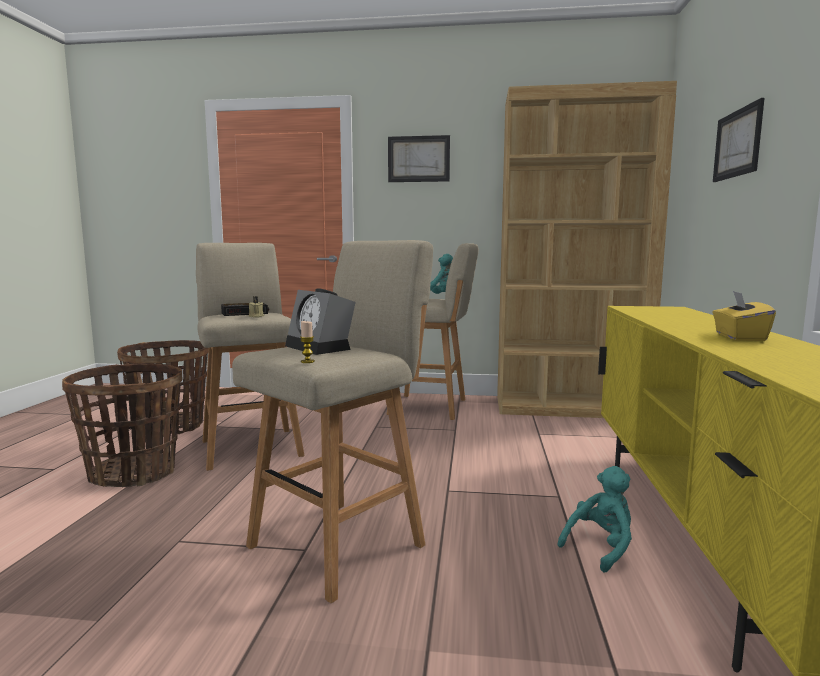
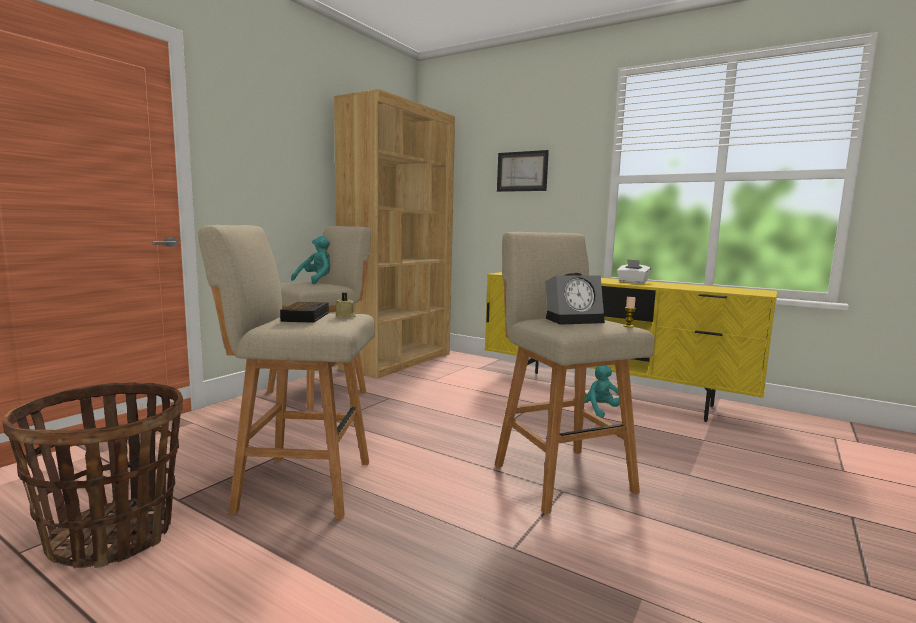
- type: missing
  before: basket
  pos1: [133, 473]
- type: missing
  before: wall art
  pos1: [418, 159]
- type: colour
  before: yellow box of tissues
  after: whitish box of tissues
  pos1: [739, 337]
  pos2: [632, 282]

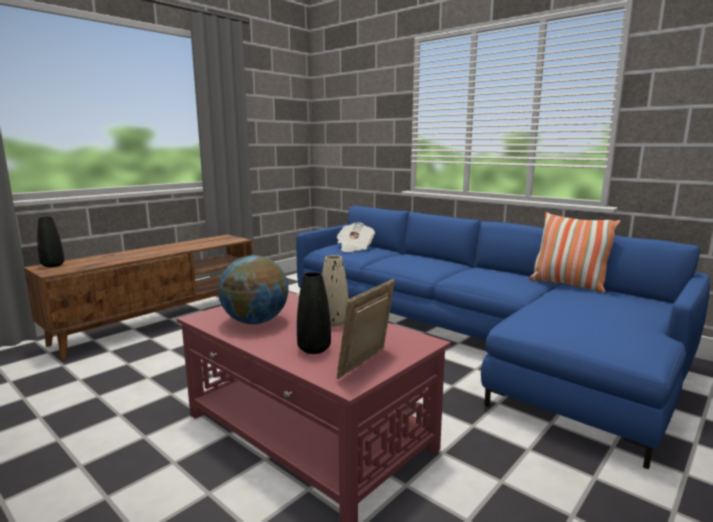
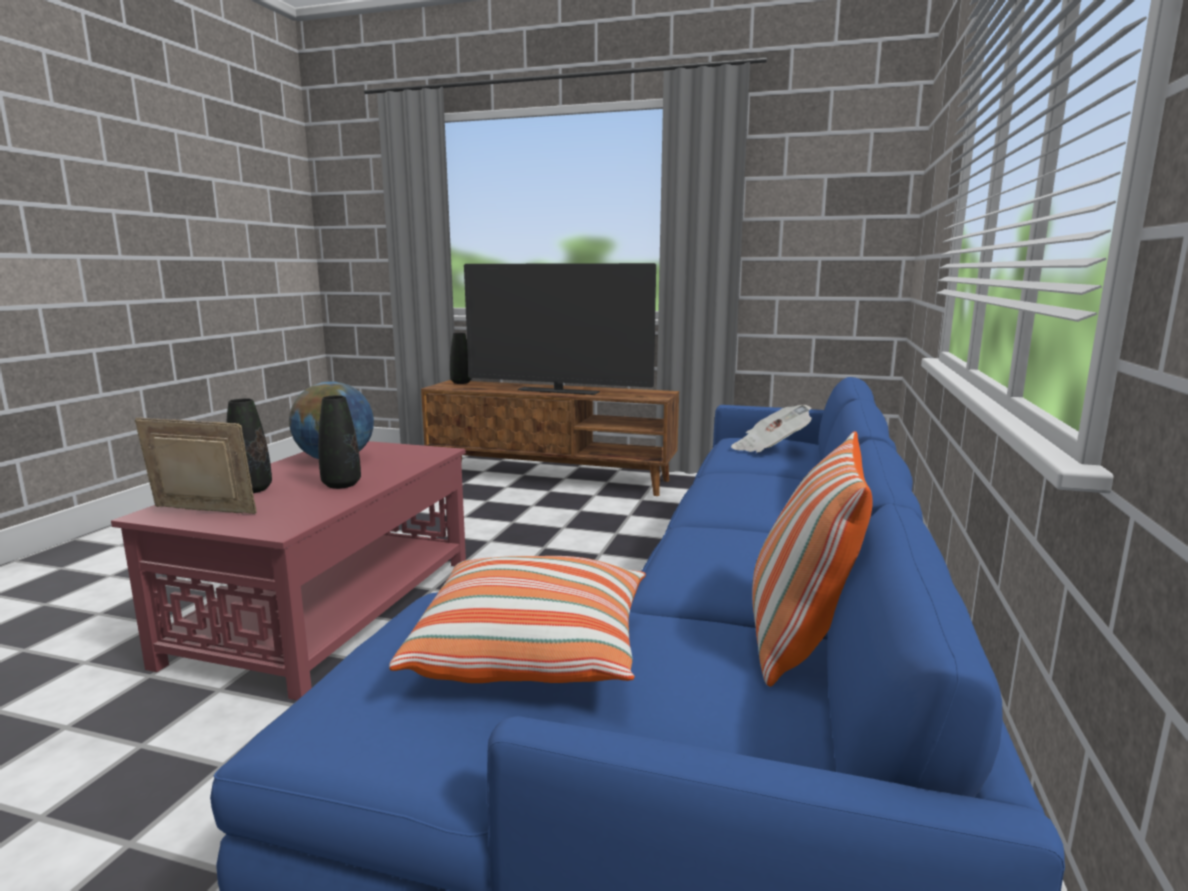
- type: appeared
  after: pillow
  pos2: [533, 652]
- type: appeared
  after: TV set
  pos2: [558, 391]
- type: colour
  before: beige-coloured decorative vase
  after: black decorative vase
  pos1: [334, 323]
  pos2: [341, 485]

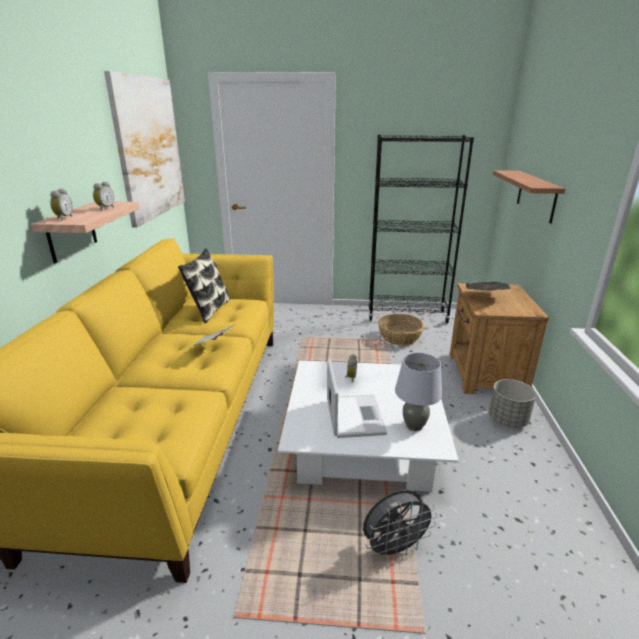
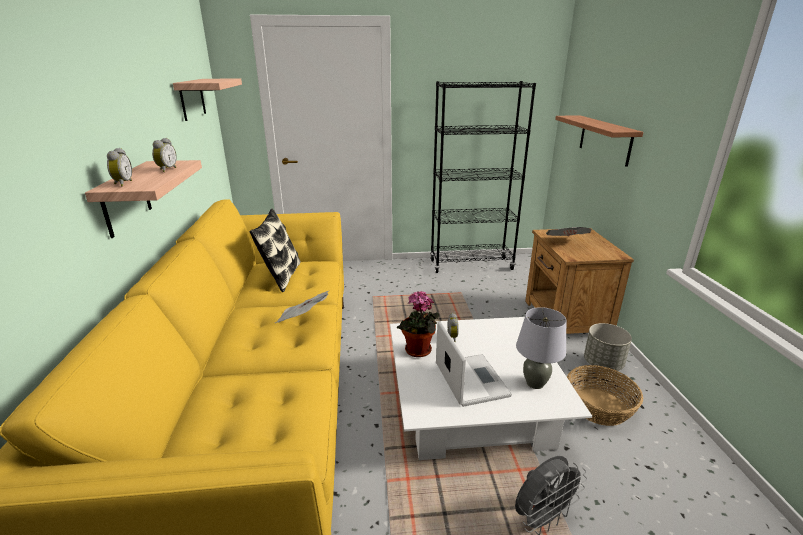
- type: appeared
  after: potted plant
  pos2: [418, 352]
- type: relocated
  before: basket
  pos1: [400, 337]
  pos2: [599, 406]
- type: exchanged
  before: wall art
  after: shelf
  pos1: [149, 148]
  pos2: [192, 99]

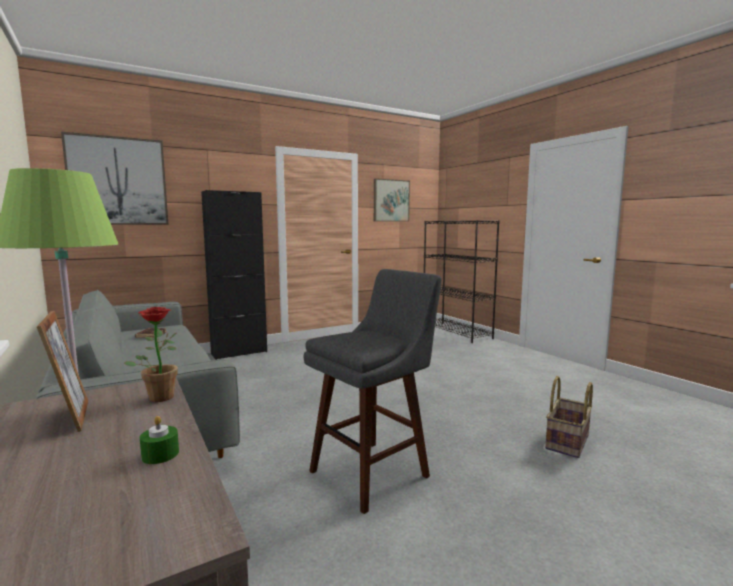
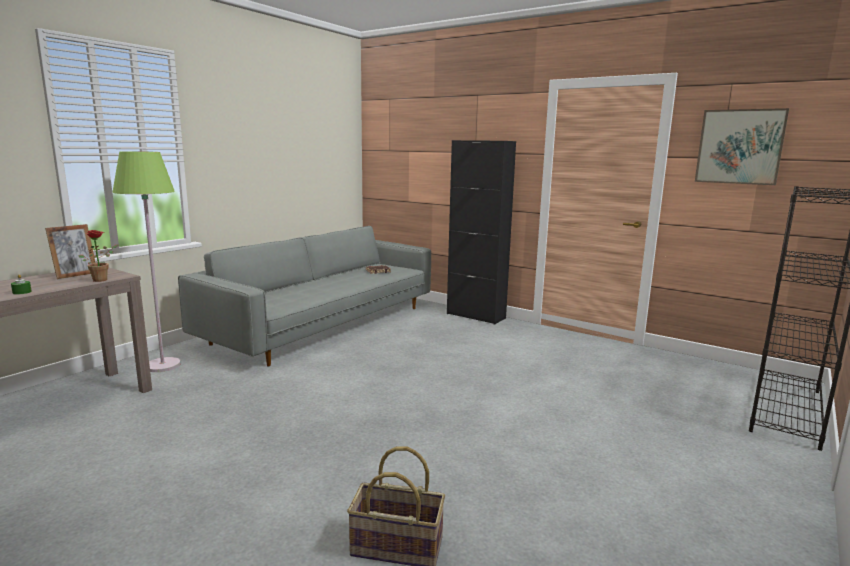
- type: missing
  before: wall art
  pos1: [118, 181]
- type: missing
  before: gray sitting stool
  pos1: [373, 471]

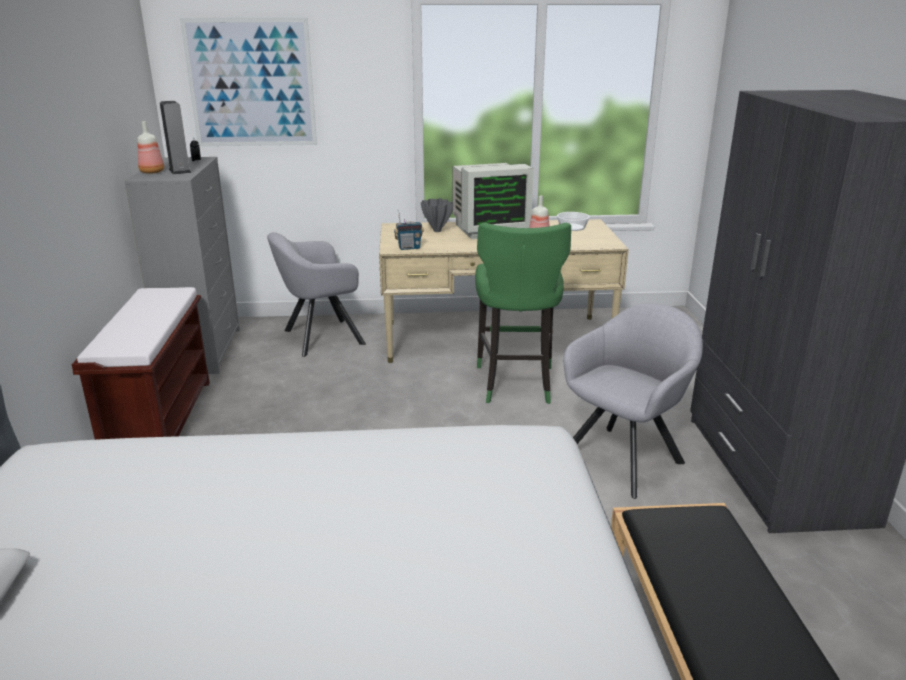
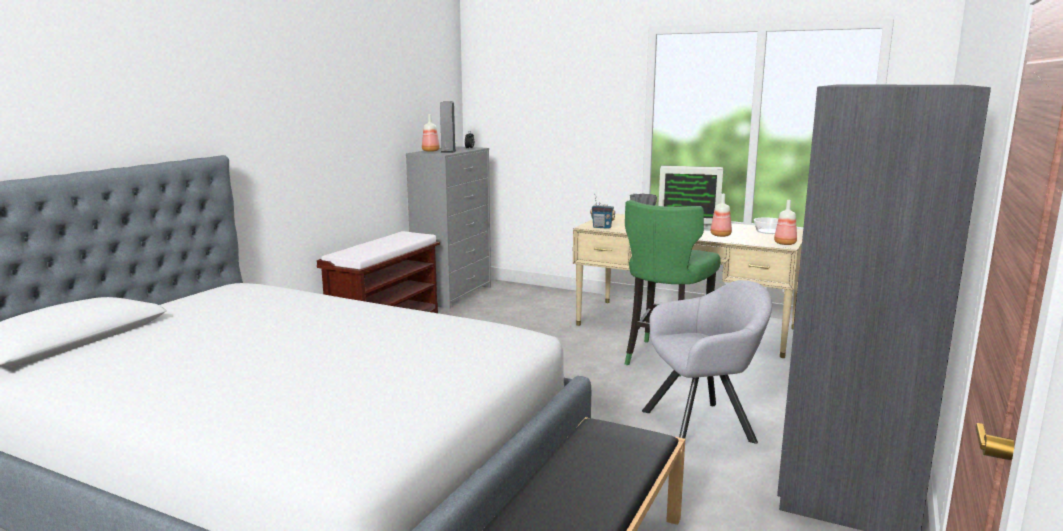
- type: missing
  before: wall art
  pos1: [251, 83]
- type: missing
  before: gray easy chair
  pos1: [318, 338]
- type: appeared
  after: bottle
  pos2: [785, 243]

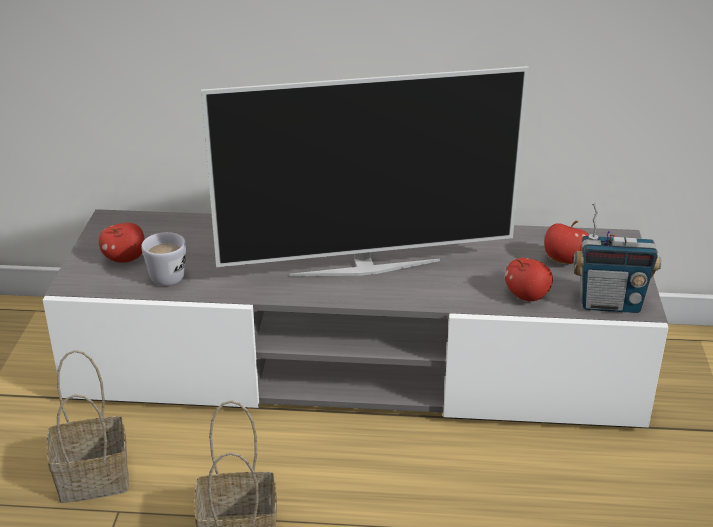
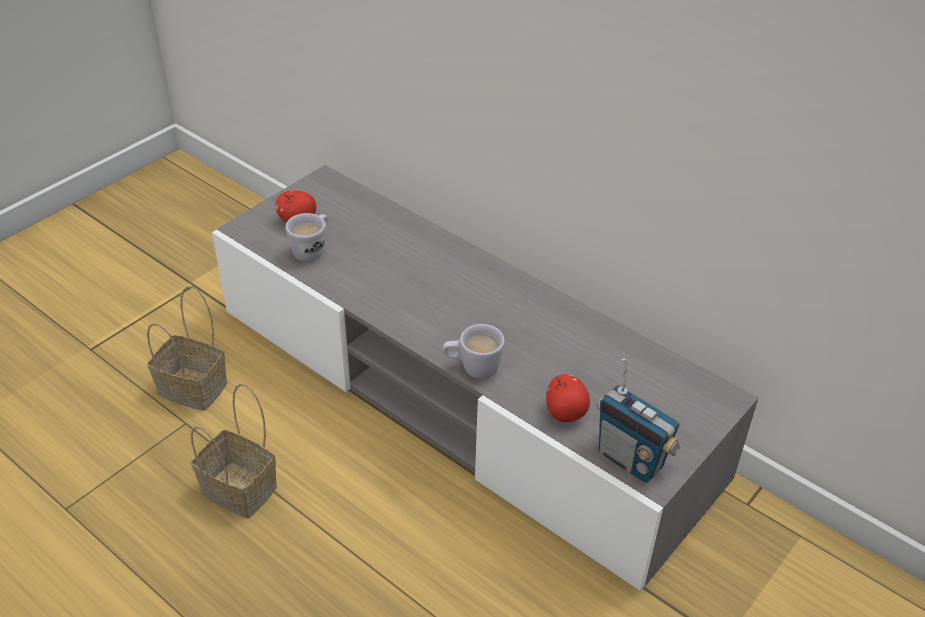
- type: missing
  before: TV set
  pos1: [364, 267]
- type: missing
  before: whole apple
  pos1: [564, 260]
- type: appeared
  after: whitish coffee mug
  pos2: [472, 368]

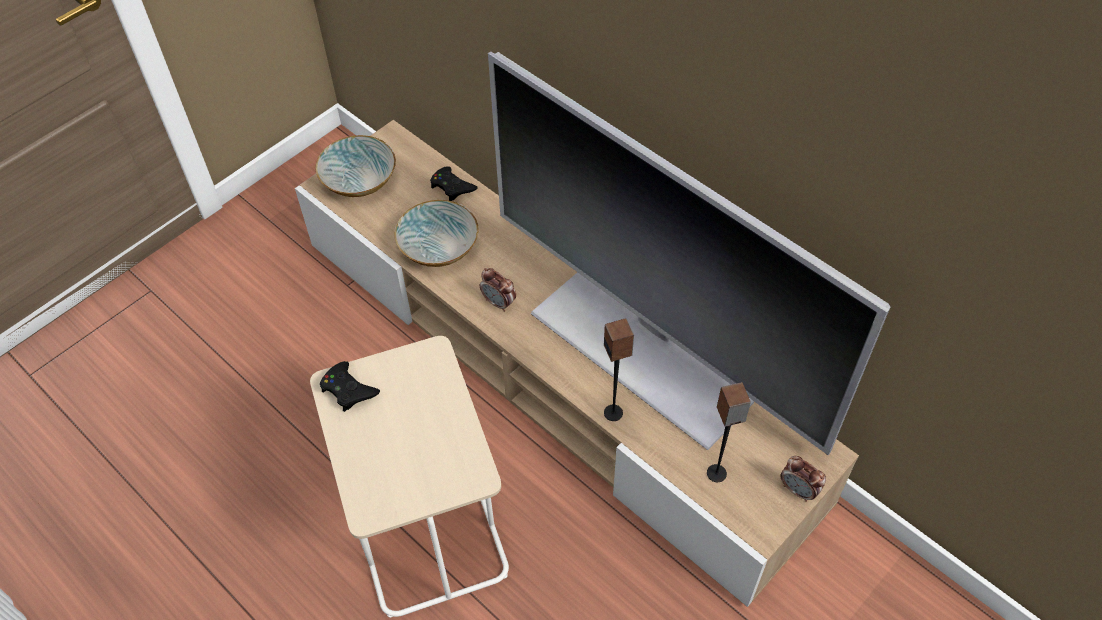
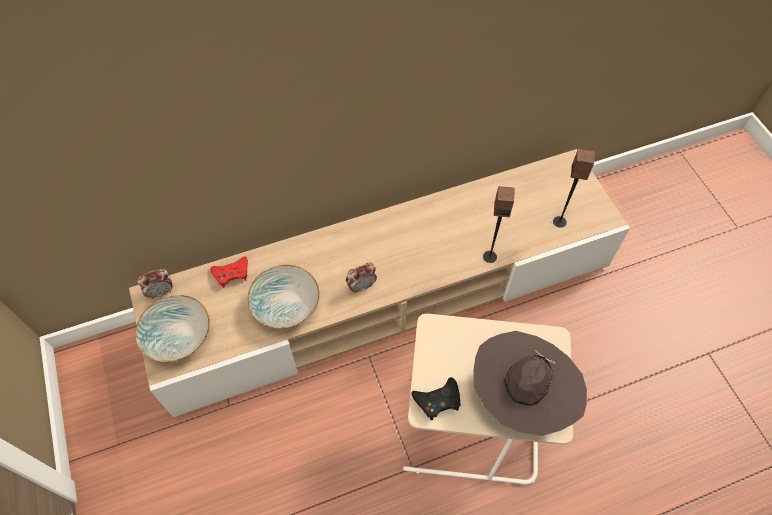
- type: missing
  before: TV set
  pos1: [642, 353]
- type: appeared
  after: brownish hat
  pos2: [521, 396]
- type: relocated
  before: alarm clock
  pos1: [798, 490]
  pos2: [161, 292]
- type: colour
  before: black gamepad
  after: red gamepad
  pos1: [452, 187]
  pos2: [231, 273]

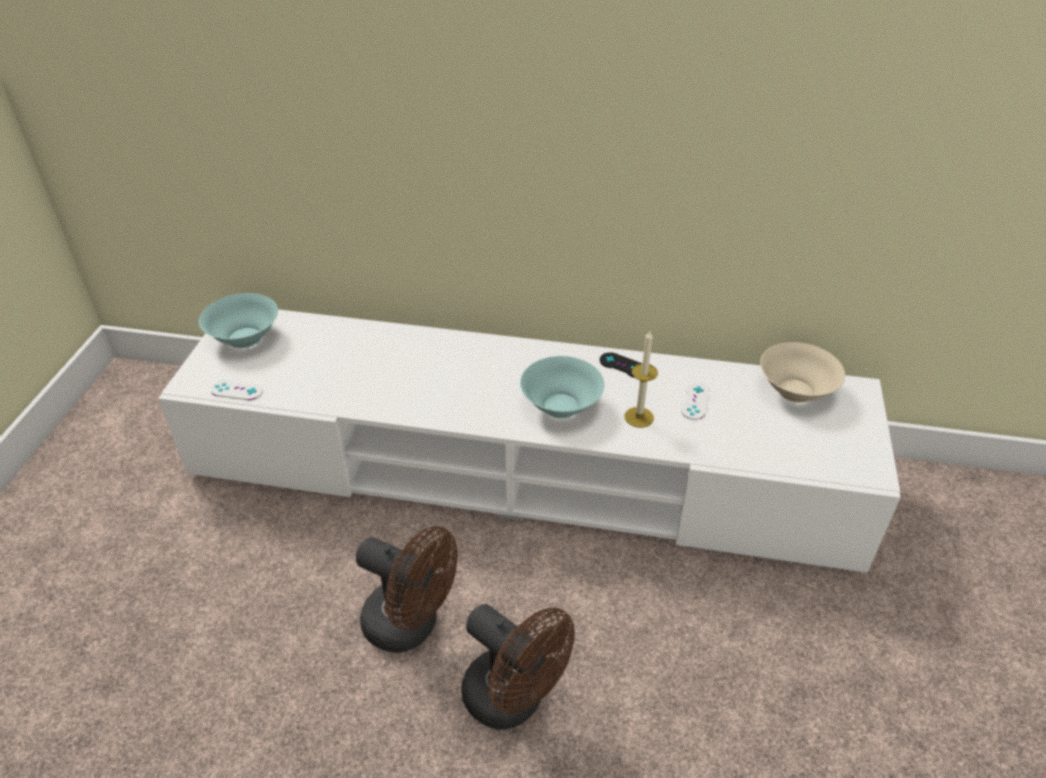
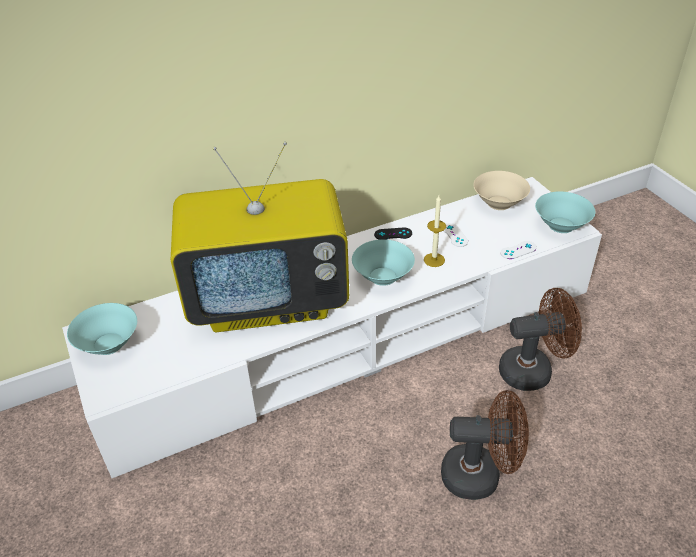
- type: appeared
  after: TV set
  pos2: [269, 300]
- type: appeared
  after: turquoise-coloured serving bowl
  pos2: [560, 225]
- type: relocated
  before: whitish gamepad
  pos1: [237, 390]
  pos2: [518, 250]
- type: relocated
  before: brownish cooling fan
  pos1: [411, 625]
  pos2: [533, 370]

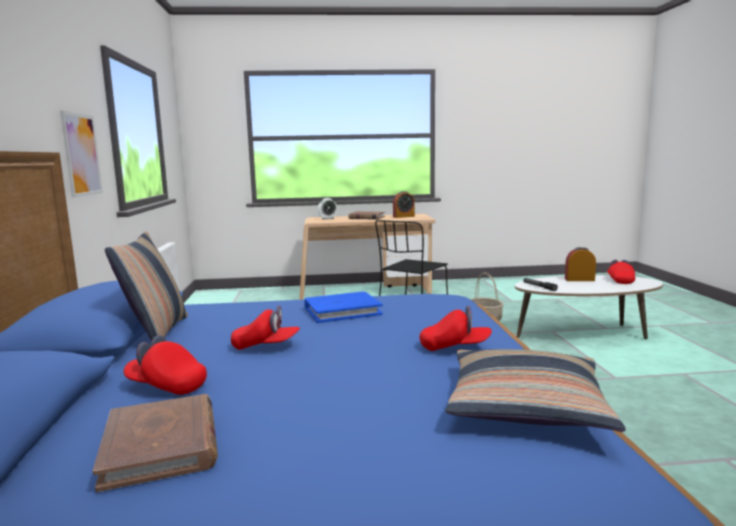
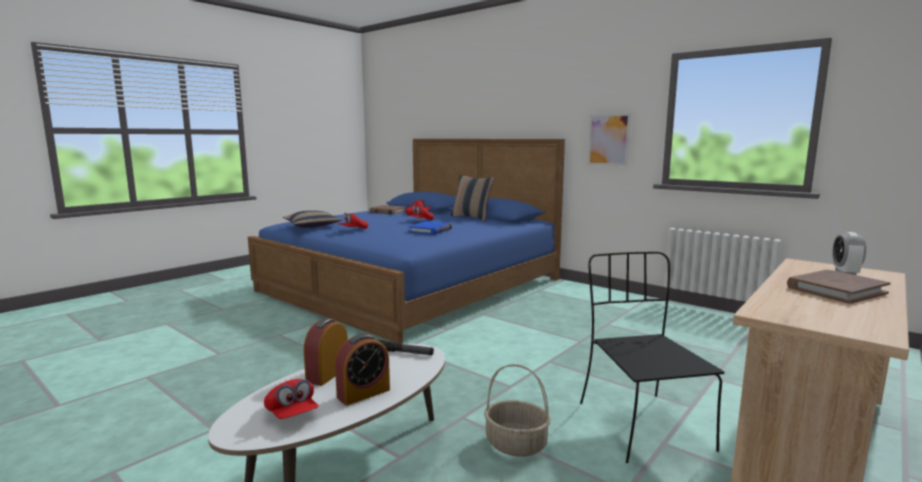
- type: relocated
  before: alarm clock
  pos1: [403, 216]
  pos2: [328, 374]

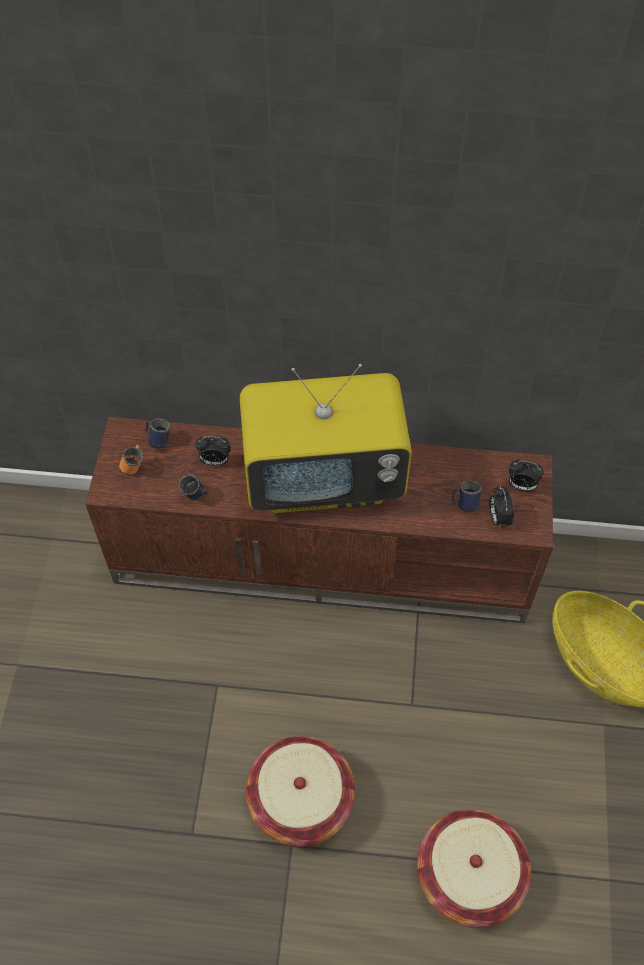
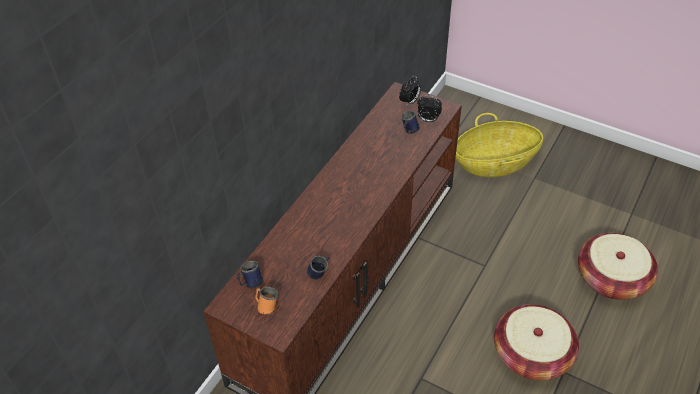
- type: missing
  before: alarm clock
  pos1: [215, 461]
- type: missing
  before: TV set
  pos1: [325, 478]

